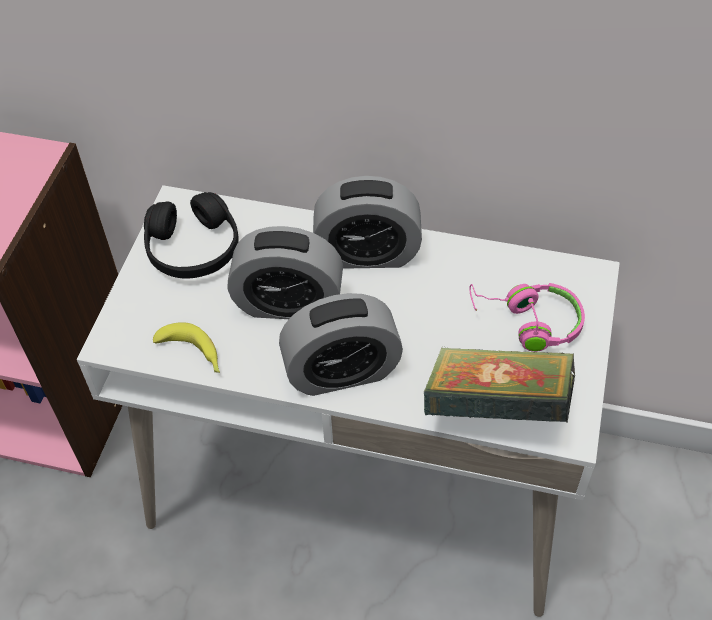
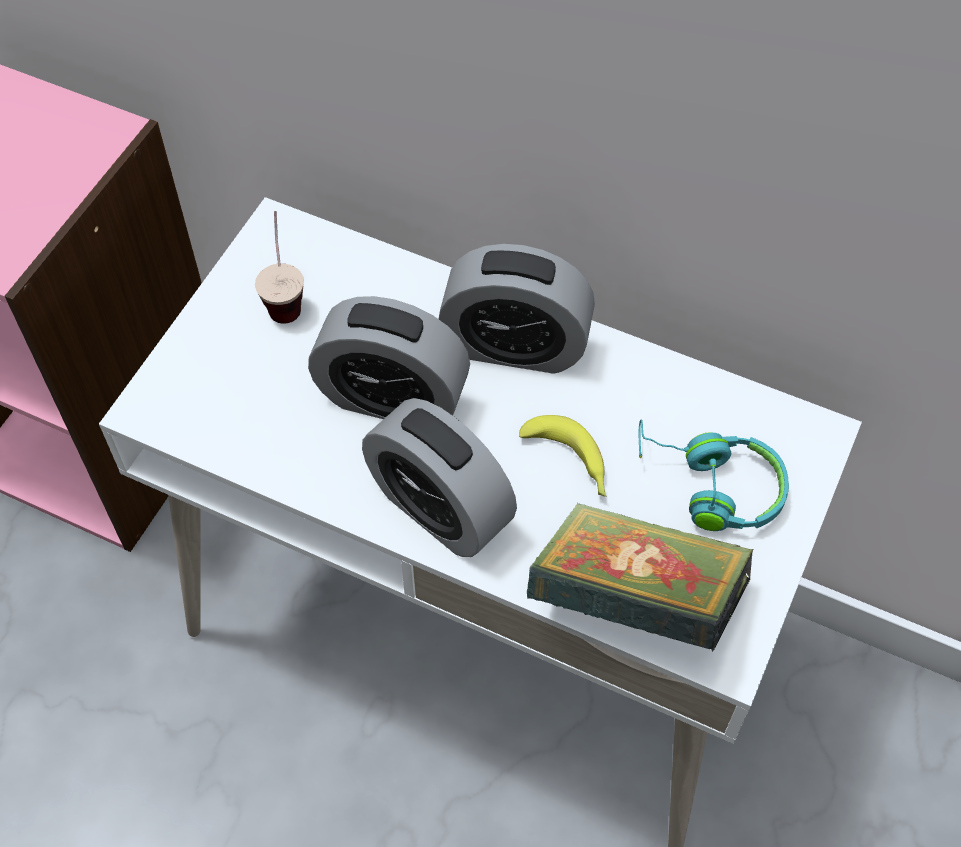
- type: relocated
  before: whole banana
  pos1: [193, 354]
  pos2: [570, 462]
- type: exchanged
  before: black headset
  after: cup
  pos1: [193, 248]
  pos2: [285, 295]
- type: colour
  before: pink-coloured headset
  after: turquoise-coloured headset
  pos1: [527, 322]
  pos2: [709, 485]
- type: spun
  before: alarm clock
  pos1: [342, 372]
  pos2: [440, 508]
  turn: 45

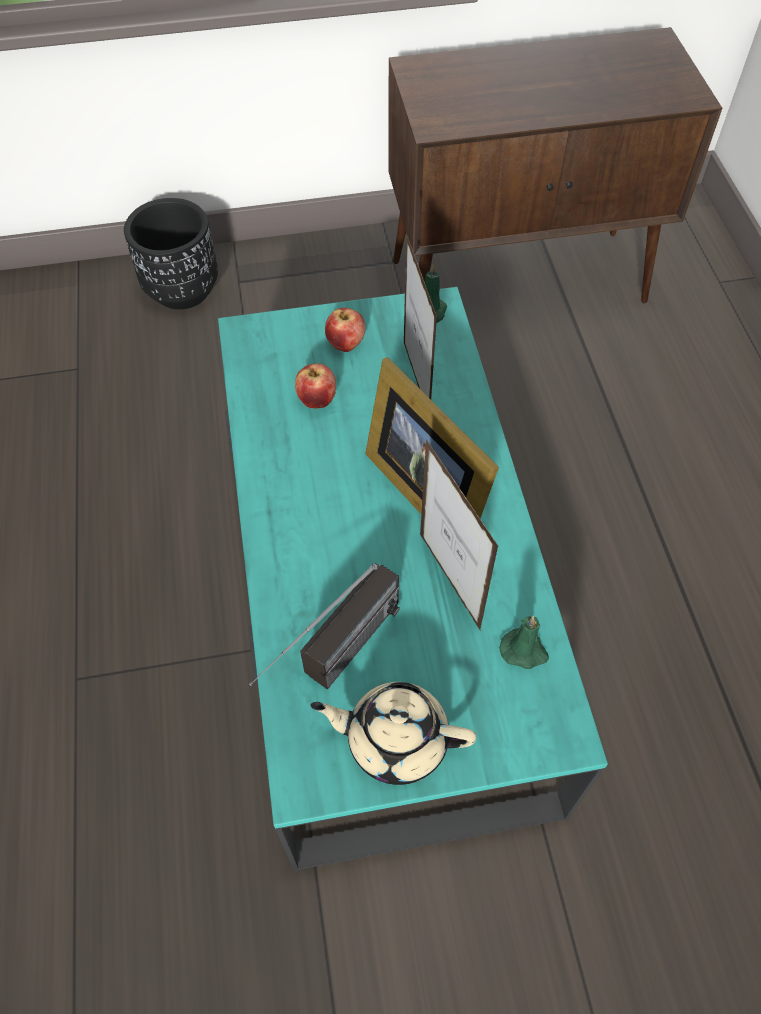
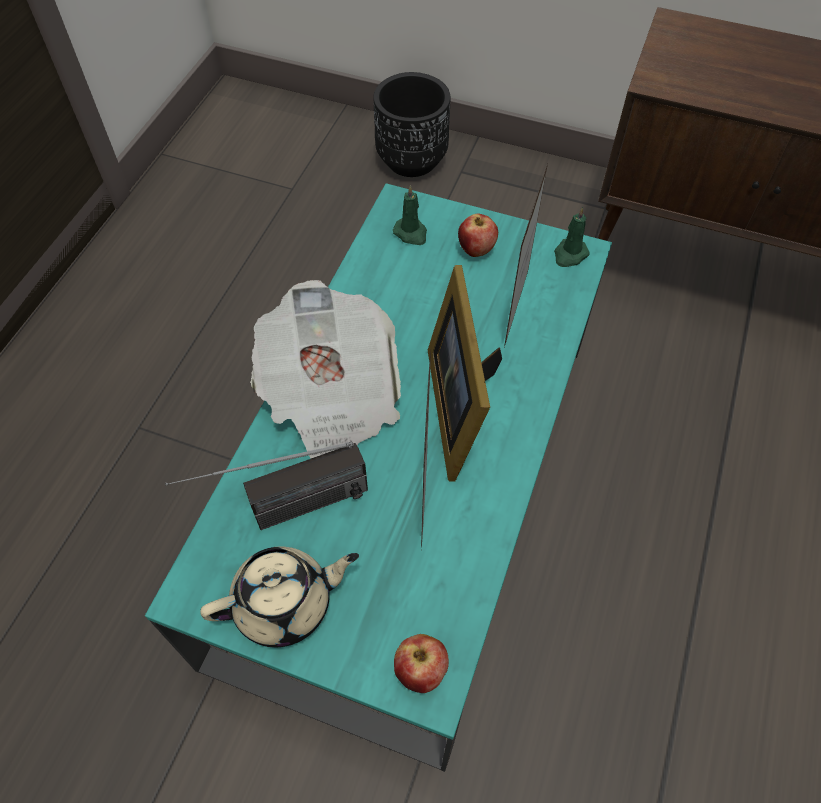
- type: appeared
  after: printed paper
  pos2: [331, 397]
- type: relocated
  before: whole apple
  pos1: [317, 400]
  pos2: [420, 671]
- type: relocated
  before: greenish candle
  pos1: [524, 651]
  pos2: [411, 233]
- type: spun
  before: beige-coloured tea pot
  pos1: [395, 739]
  pos2: [285, 603]
  turn: 120

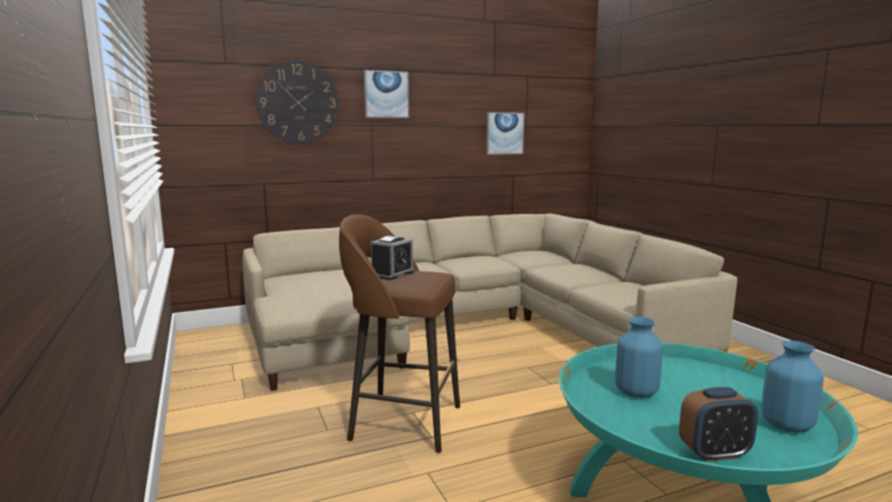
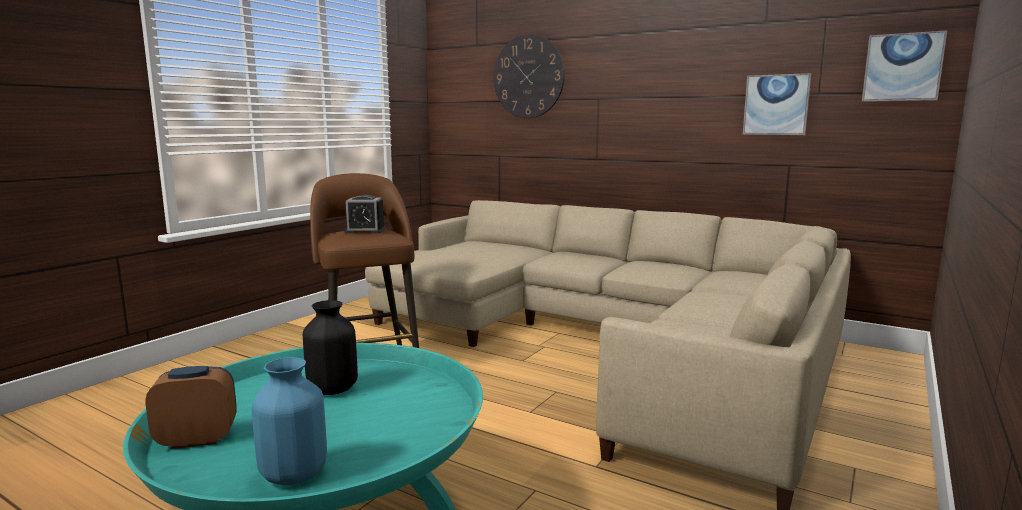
- type: relocated
  before: wall art
  pos1: [386, 94]
  pos2: [902, 67]
- type: colour
  before: blue-coloured decorative vase
  after: black decorative vase
  pos1: [635, 392]
  pos2: [331, 389]
- type: spun
  before: alarm clock
  pos1: [714, 453]
  pos2: [197, 439]
  turn: 120

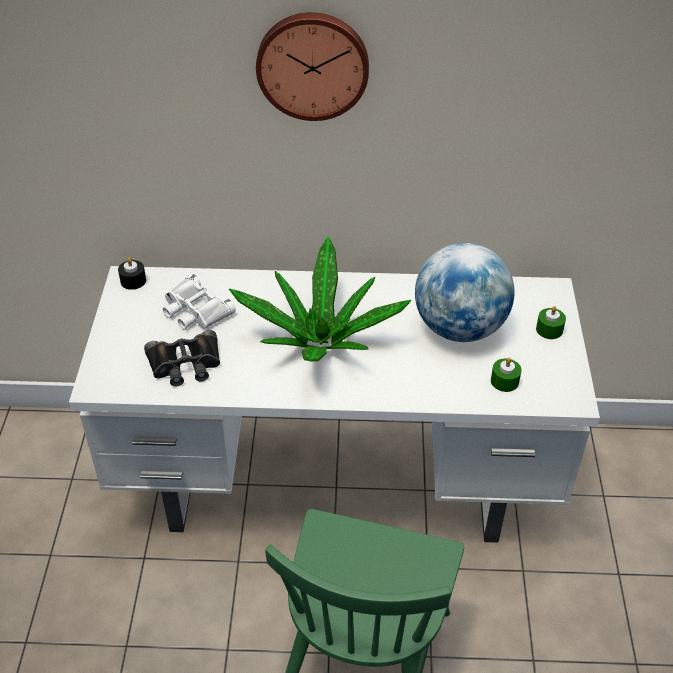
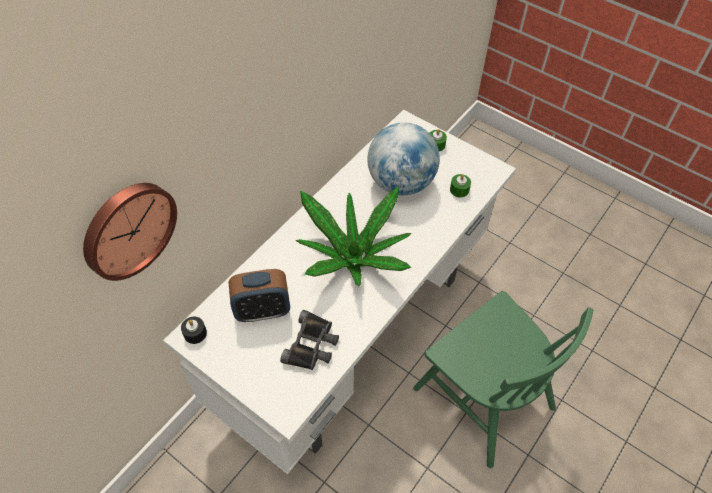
- type: relocated
  before: wall clock
  pos1: [312, 64]
  pos2: [128, 229]
- type: exchanged
  before: whitish field glasses
  after: alarm clock
  pos1: [195, 310]
  pos2: [262, 310]

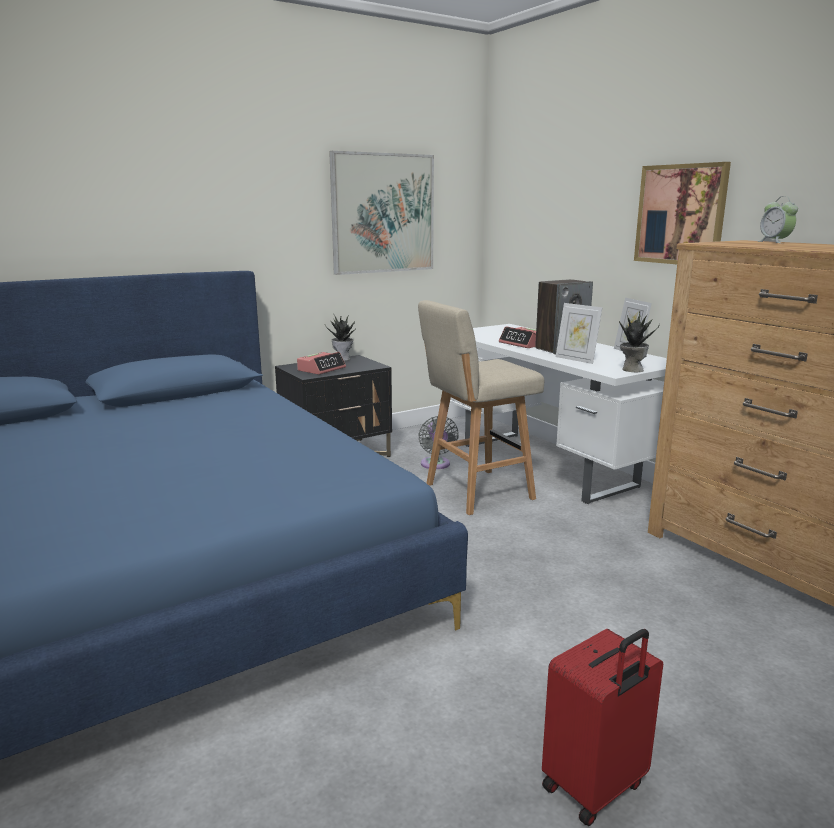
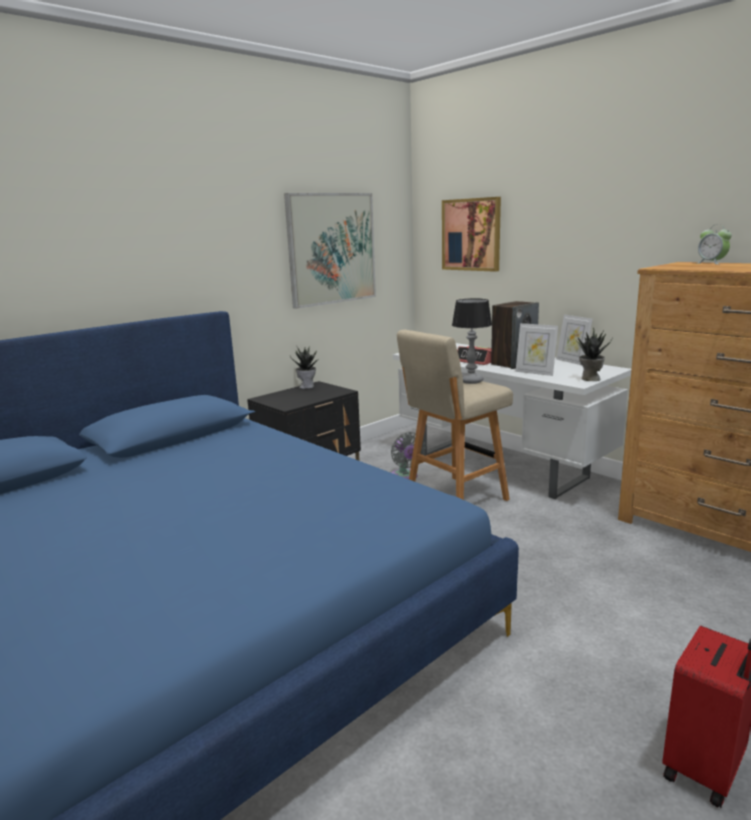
- type: missing
  before: alarm clock
  pos1: [321, 369]
- type: appeared
  after: tabletop lamp
  pos2: [471, 381]
- type: relocated
  before: wall art
  pos1: [681, 214]
  pos2: [471, 234]

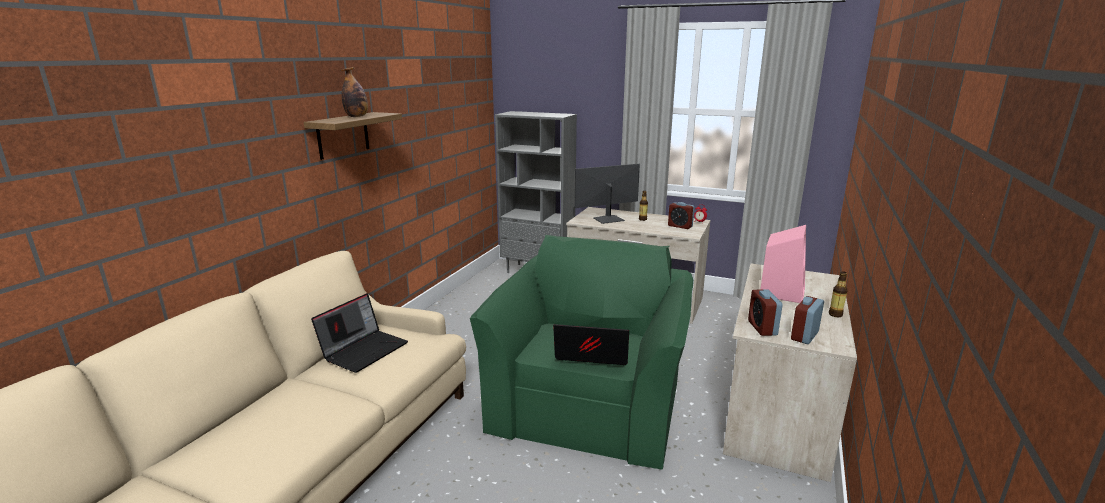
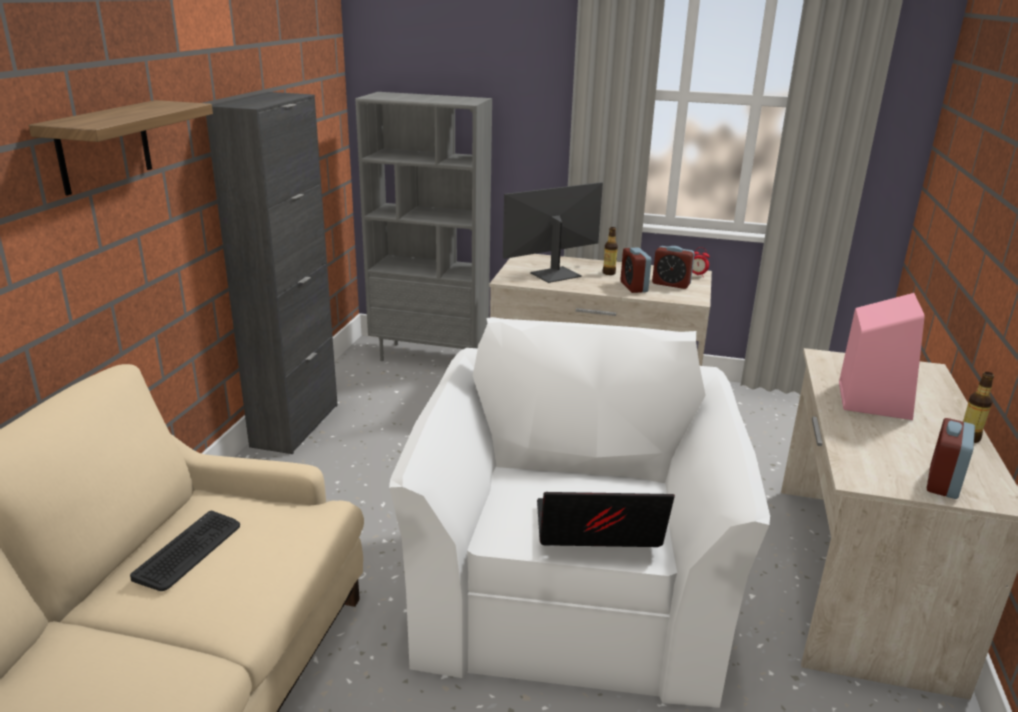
- type: missing
  before: bottle
  pos1: [357, 116]
- type: appeared
  after: black cabinet
  pos2: [295, 425]
- type: relocated
  before: alarm clock
  pos1: [762, 328]
  pos2: [633, 287]
- type: exchanged
  before: portable computer
  after: computer keyboard
  pos1: [364, 350]
  pos2: [189, 551]
- type: colour
  before: greenish easy chair
  after: whitish easy chair
  pos1: [590, 399]
  pos2: [570, 586]

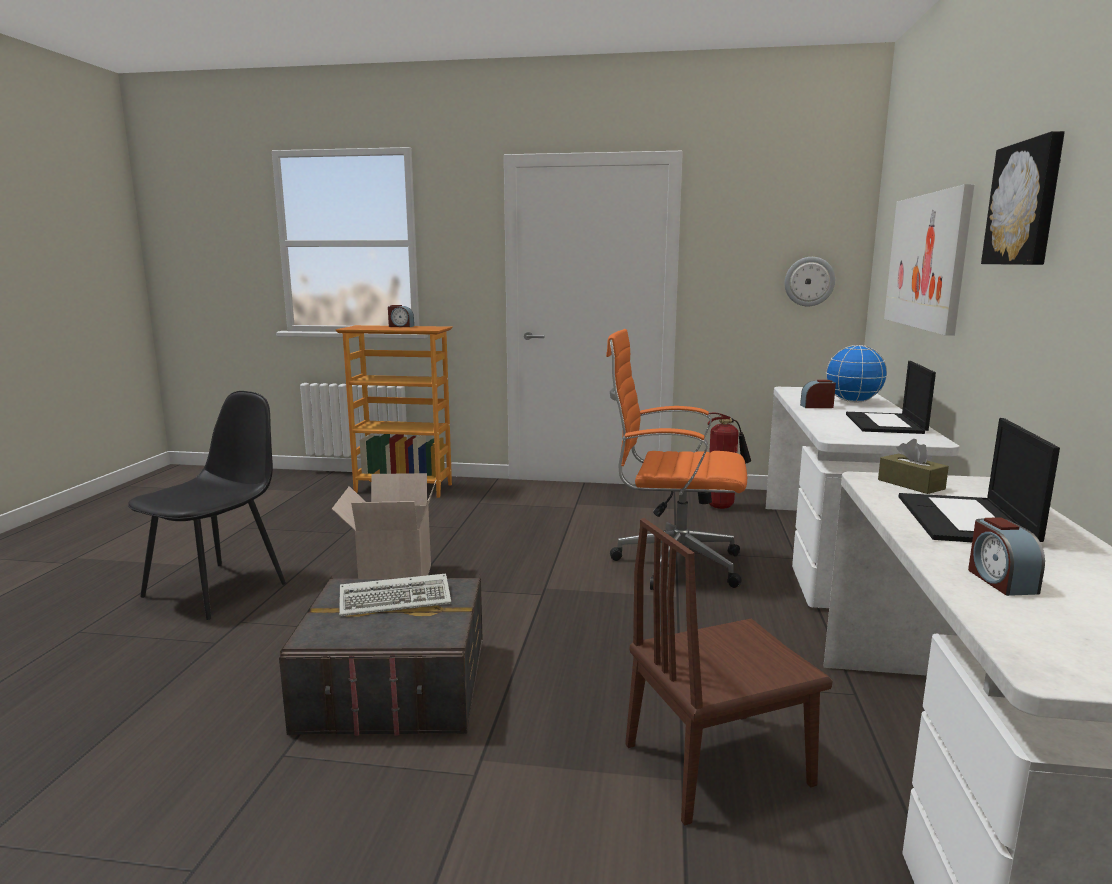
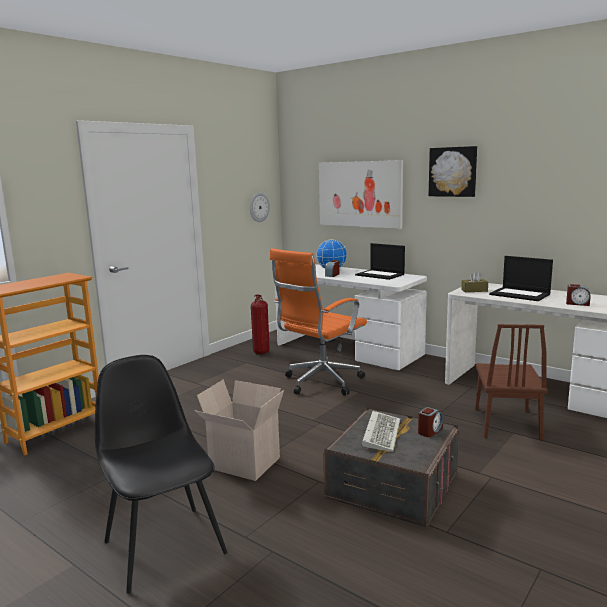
- type: relocated
  before: alarm clock
  pos1: [401, 326]
  pos2: [430, 431]

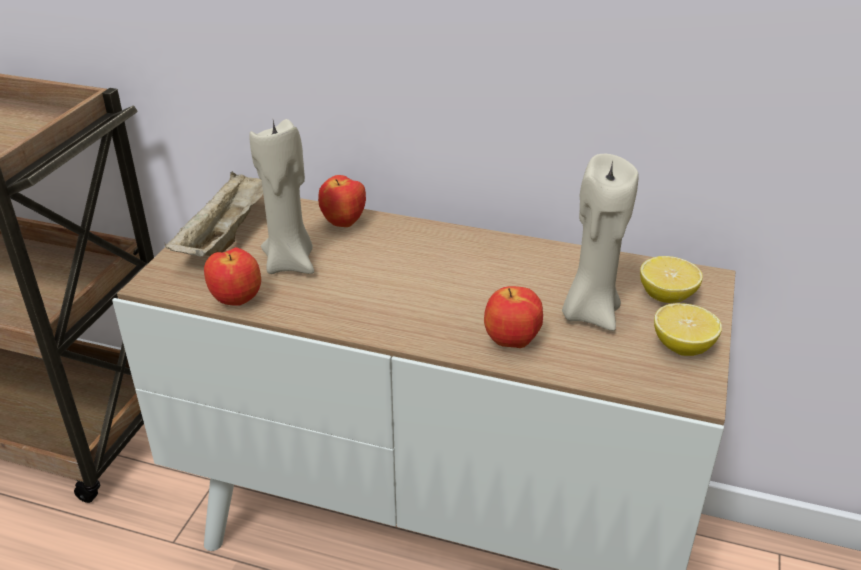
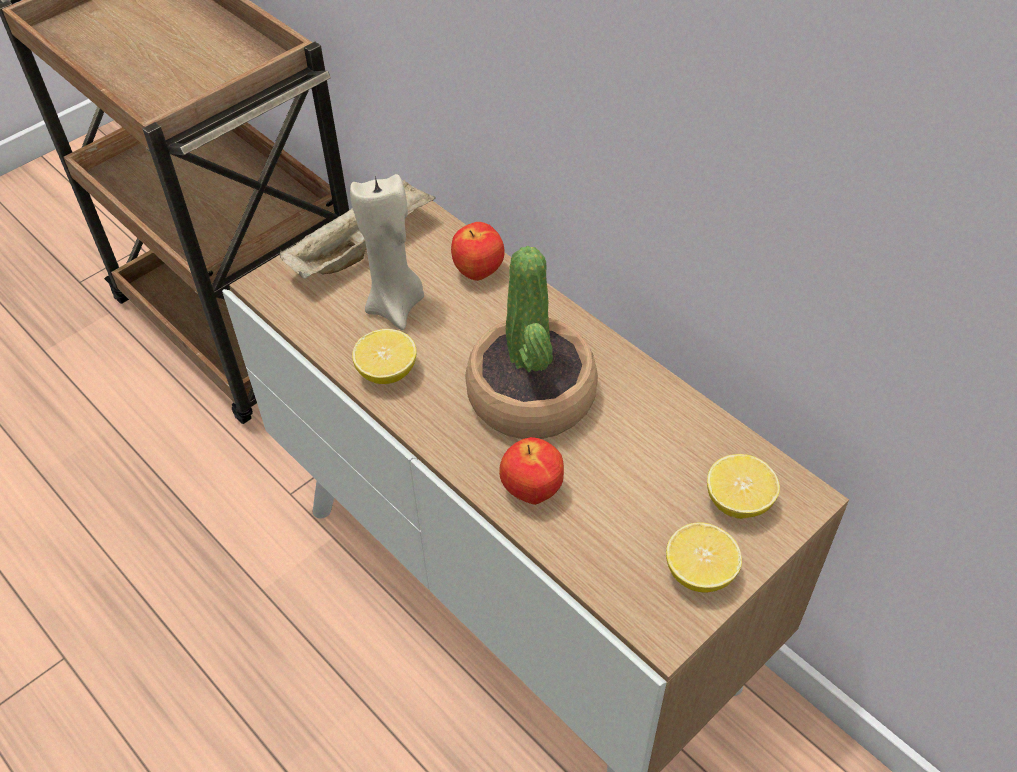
- type: missing
  before: whole apple
  pos1: [237, 301]
- type: missing
  before: beige-coloured candle
  pos1: [589, 313]
- type: appeared
  after: lemon
  pos2: [387, 372]
- type: appeared
  after: potted plant
  pos2: [532, 396]

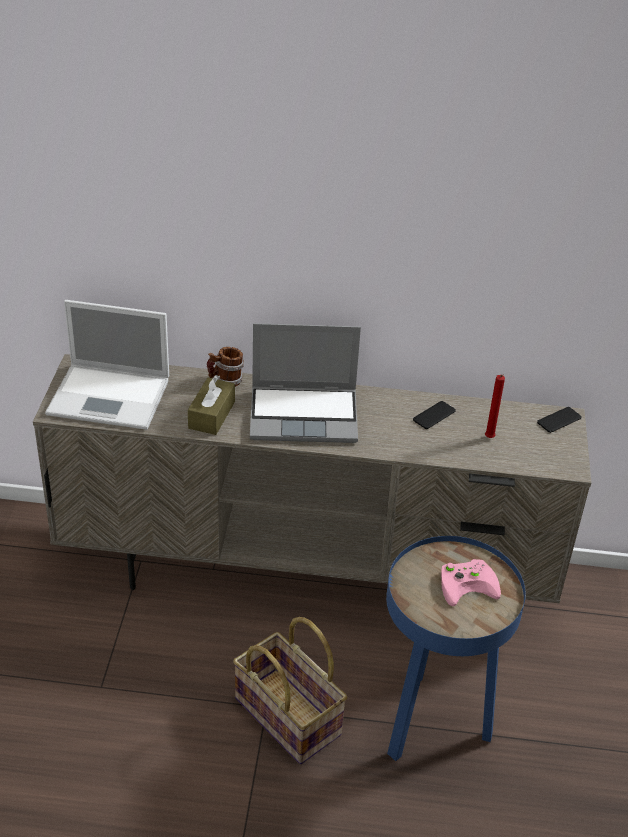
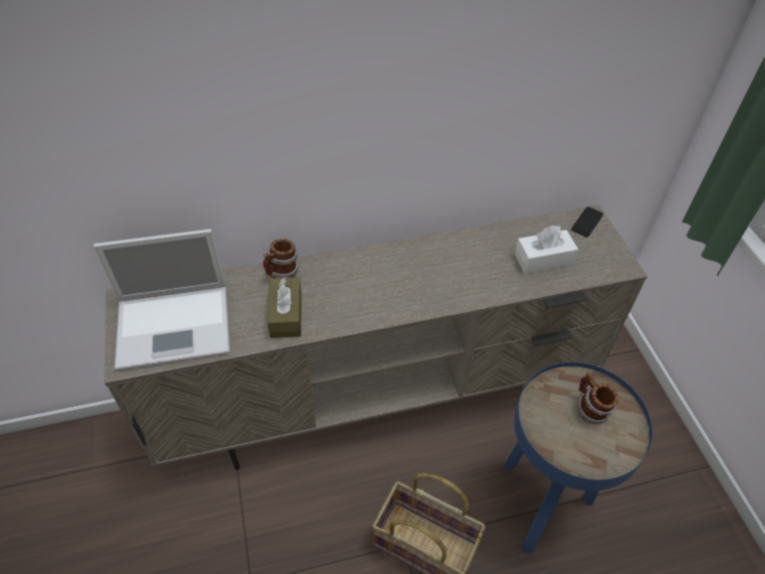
- type: missing
  before: portable computer
  pos1: [305, 415]
- type: missing
  before: phone
  pos1: [434, 415]
- type: exchanged
  before: pink-coloured gamepad
  after: coffee mug
  pos1: [468, 583]
  pos2: [589, 409]
- type: exchanged
  before: red candle
  after: whitish box of tissues
  pos1: [489, 439]
  pos2: [543, 259]

